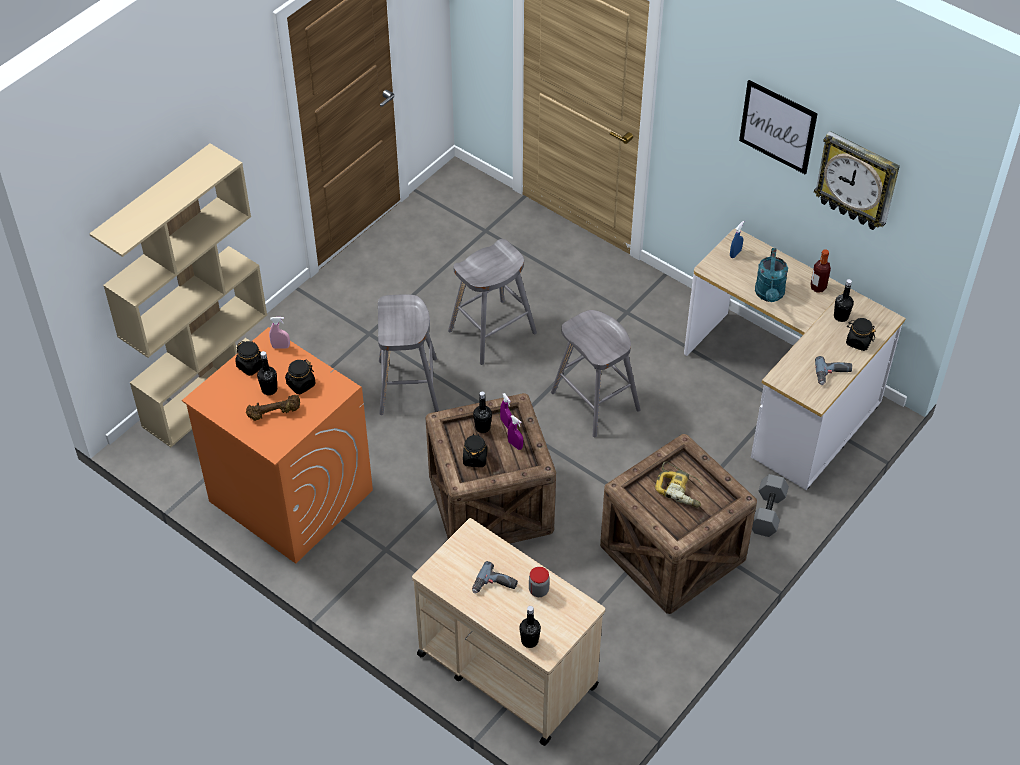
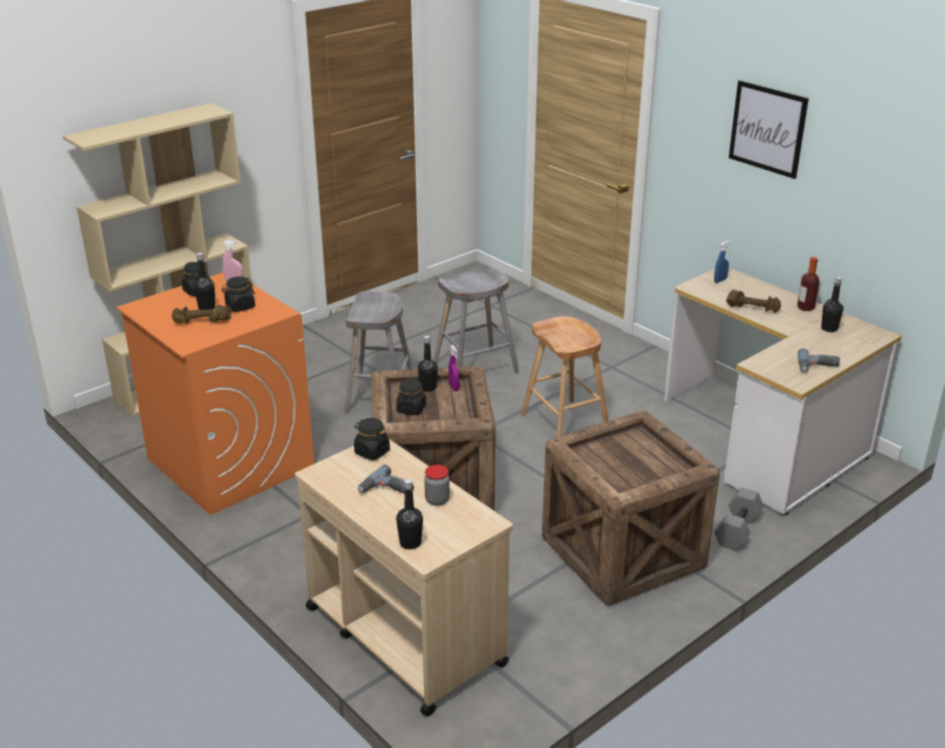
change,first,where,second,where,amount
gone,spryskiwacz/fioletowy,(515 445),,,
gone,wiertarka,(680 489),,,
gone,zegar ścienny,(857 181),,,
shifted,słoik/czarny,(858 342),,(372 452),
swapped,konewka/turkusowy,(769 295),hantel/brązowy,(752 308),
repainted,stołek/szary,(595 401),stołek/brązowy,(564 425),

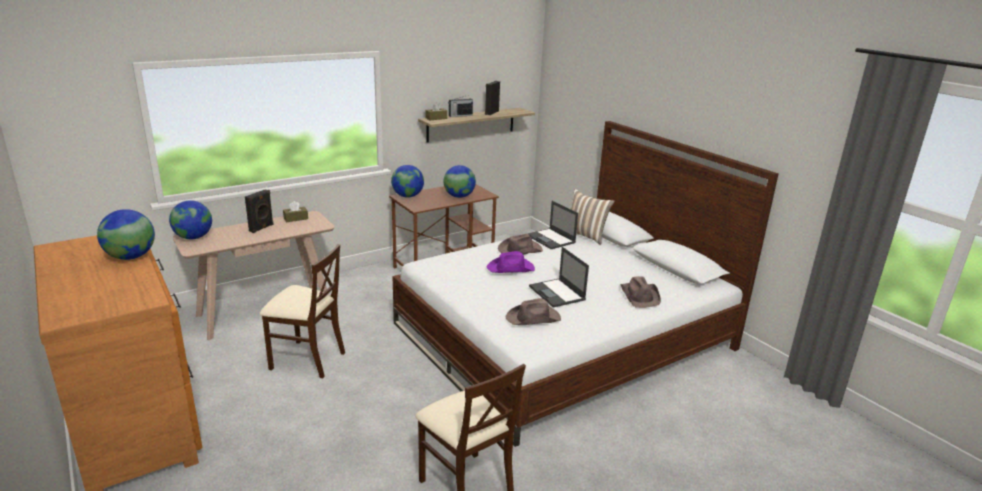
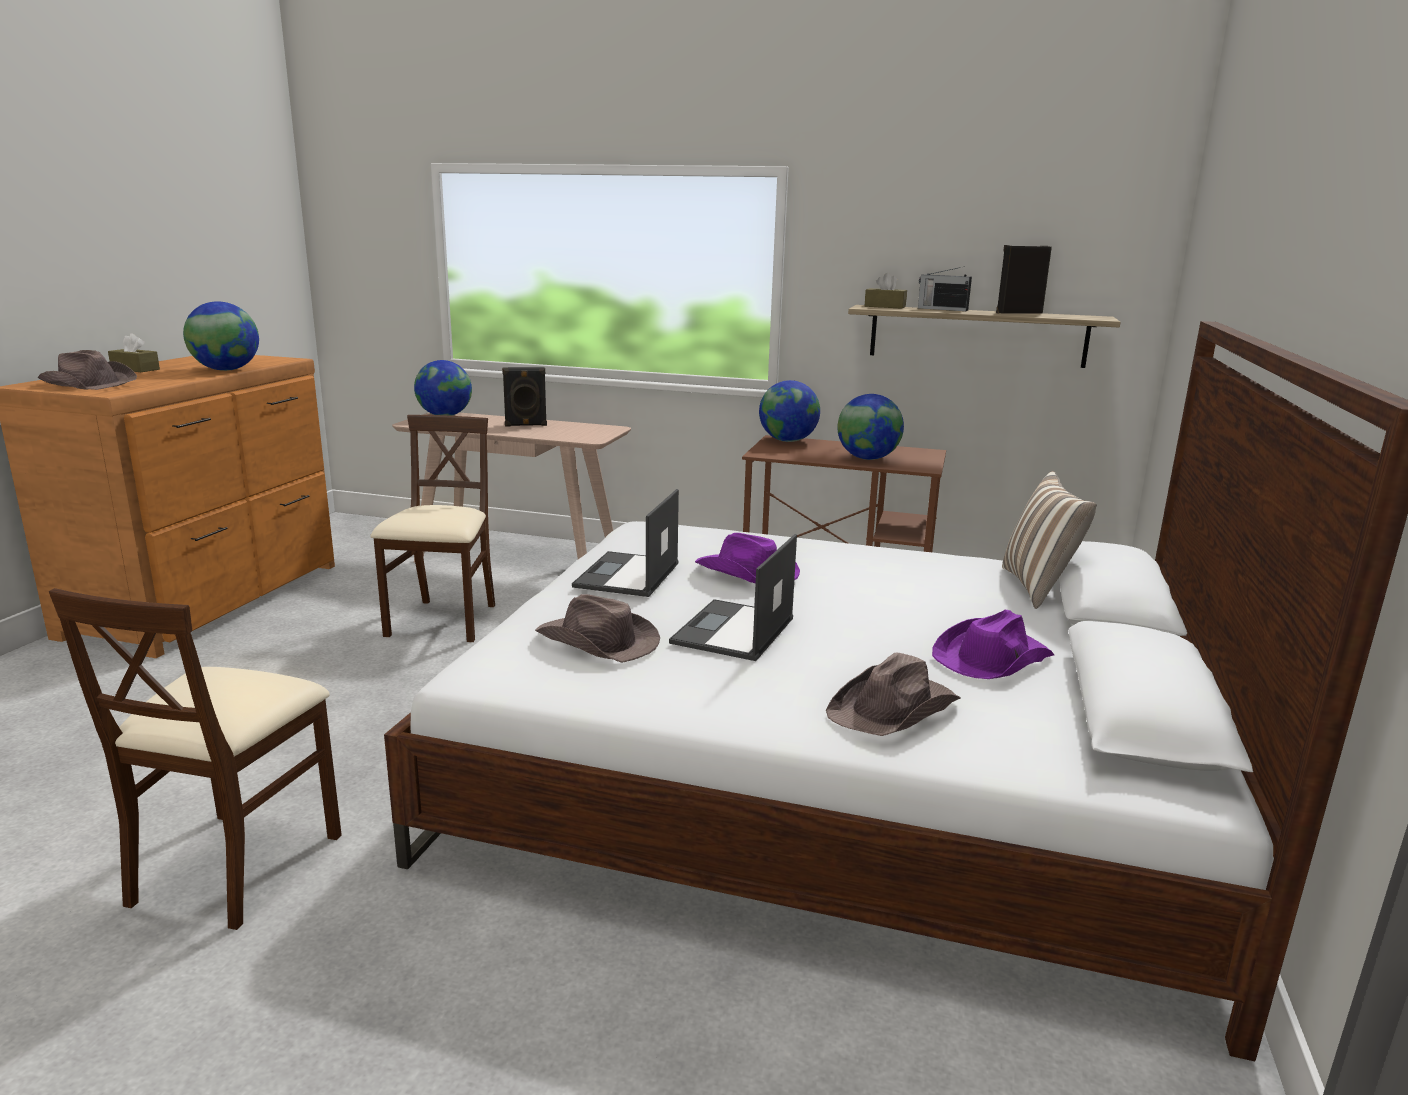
change,first,where,second,where,amount
new,,,kapelusz/fioletowy,(991 658),
shifted,pudełko chusteczek/brązowy,(296 218),,(135 369),
shifted,kapelusz/brązowy,(519 250),,(89 384),
shifted,laptop,(551 239),,(627 575),
rotated,krzesło/beżowy,(307 359),,(444 621),150 degrees counterclockwise

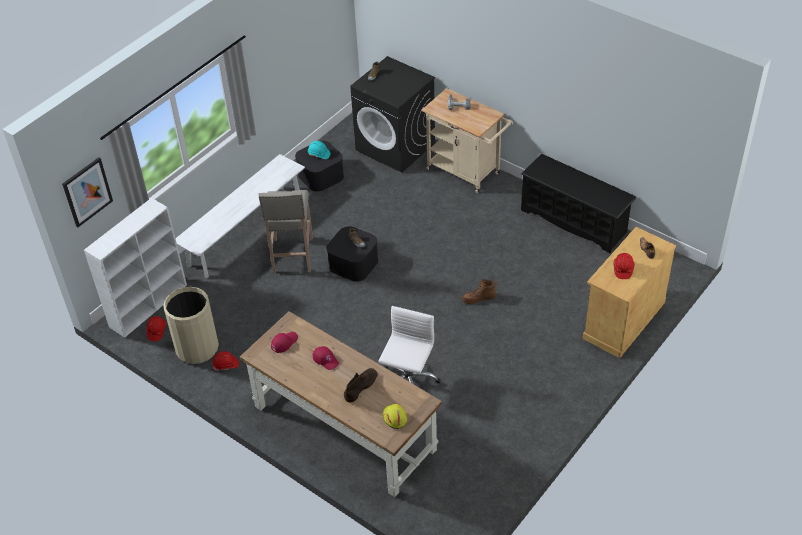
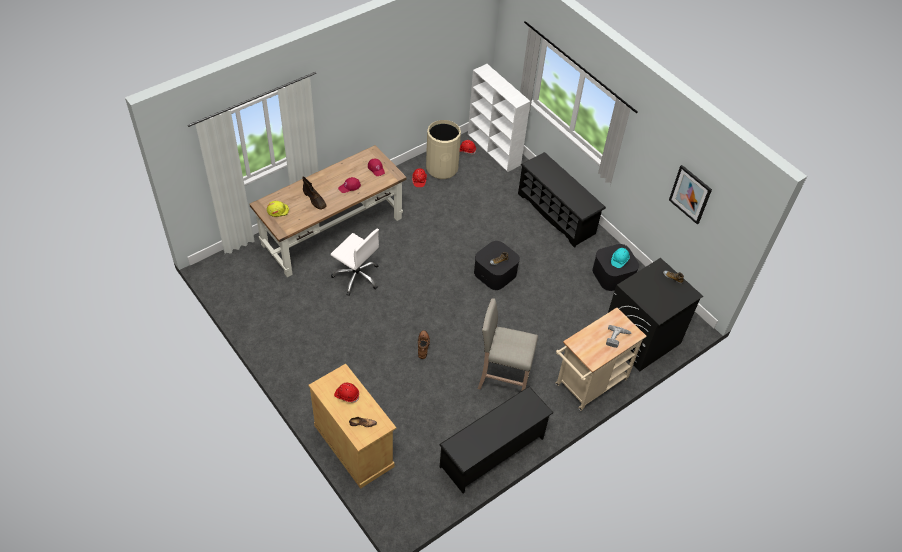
change,first,where,second,where,amount
shifted,obraz,(87 192),,(690 194),
shifted,stołek/beżowy,(292 256),,(502 379),
swapped,ławka/biały,(245 230),regał na buty/czarny,(557 214),

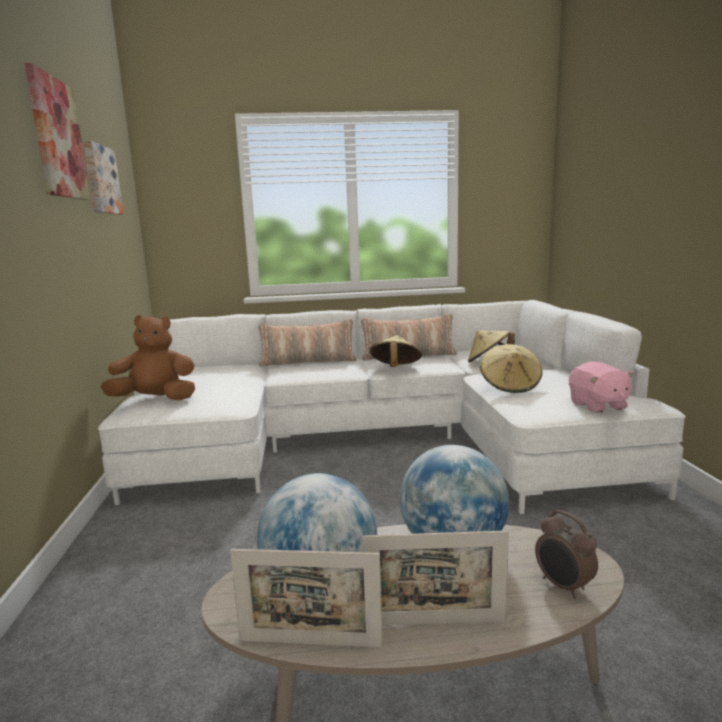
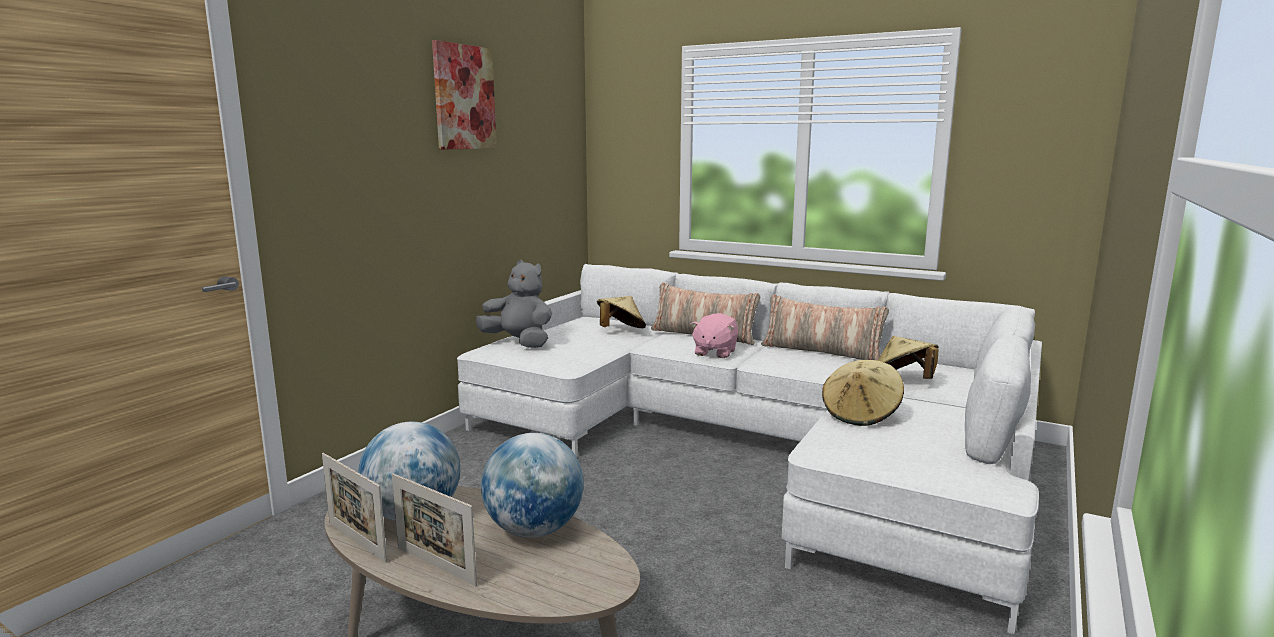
change,first,where,second,where,amount
gone,obraz,(100 180),,,
gone,budzik,(563 586),,,
shifted,kapelusz/beżowy,(395 369),,(621 331),
shifted,pluszak/różowy,(597 405),,(714 352),
repainted,pluszak/brązowy,(156 400),pluszak/szary,(519 343),

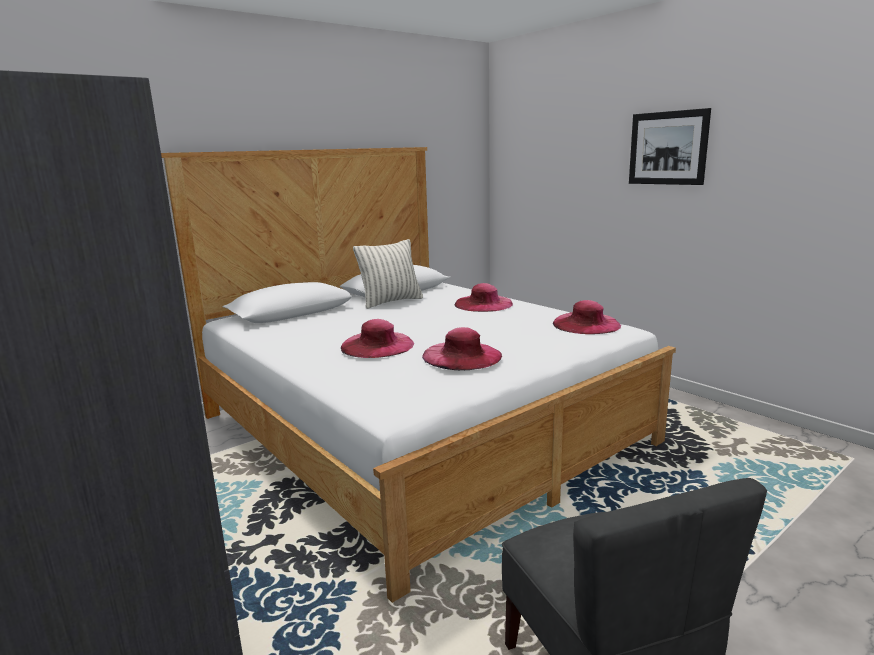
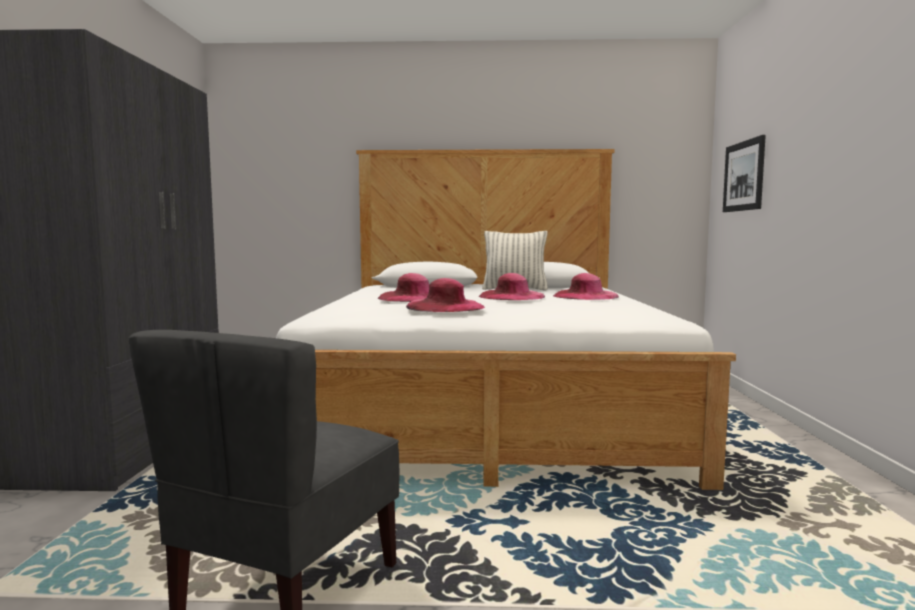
change,first,where,second,where,amount
shifted,kapelusz/różowy,(586 324),,(511 296),
shifted,obraz,(667 148),,(743 176),

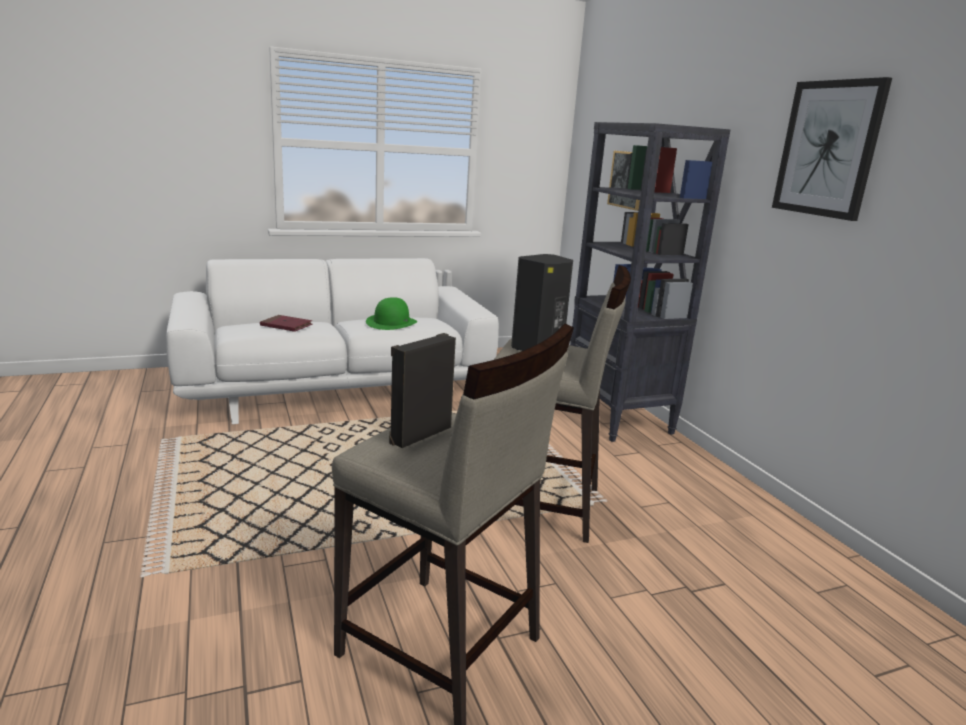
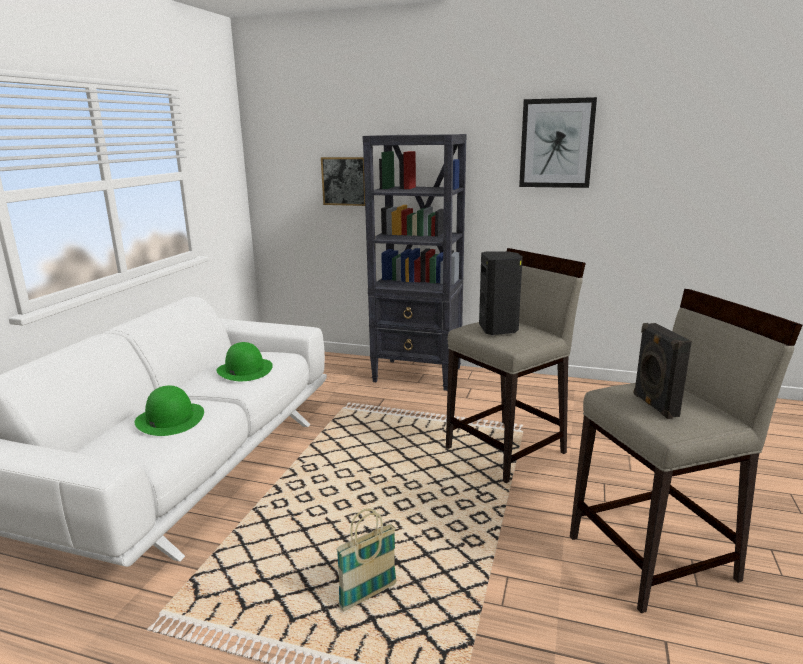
change,first,where,second,where,amount
new,,,koszyk,(368 596),
swapped,książka/czerwony,(286 326),kapelusz/zielony,(170 419),

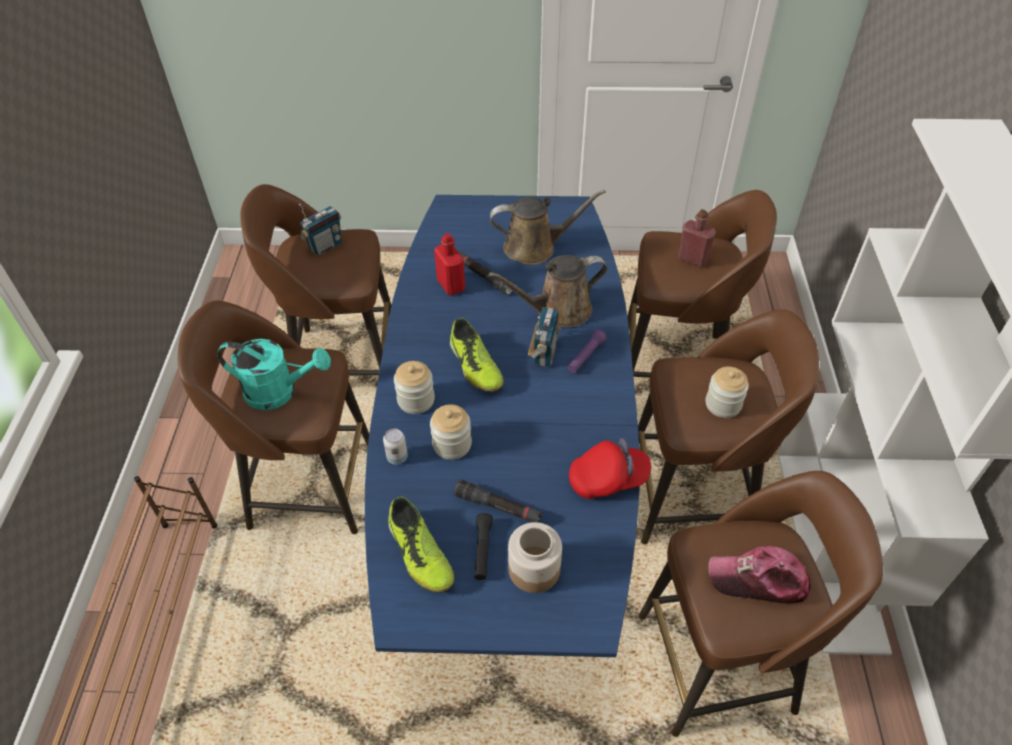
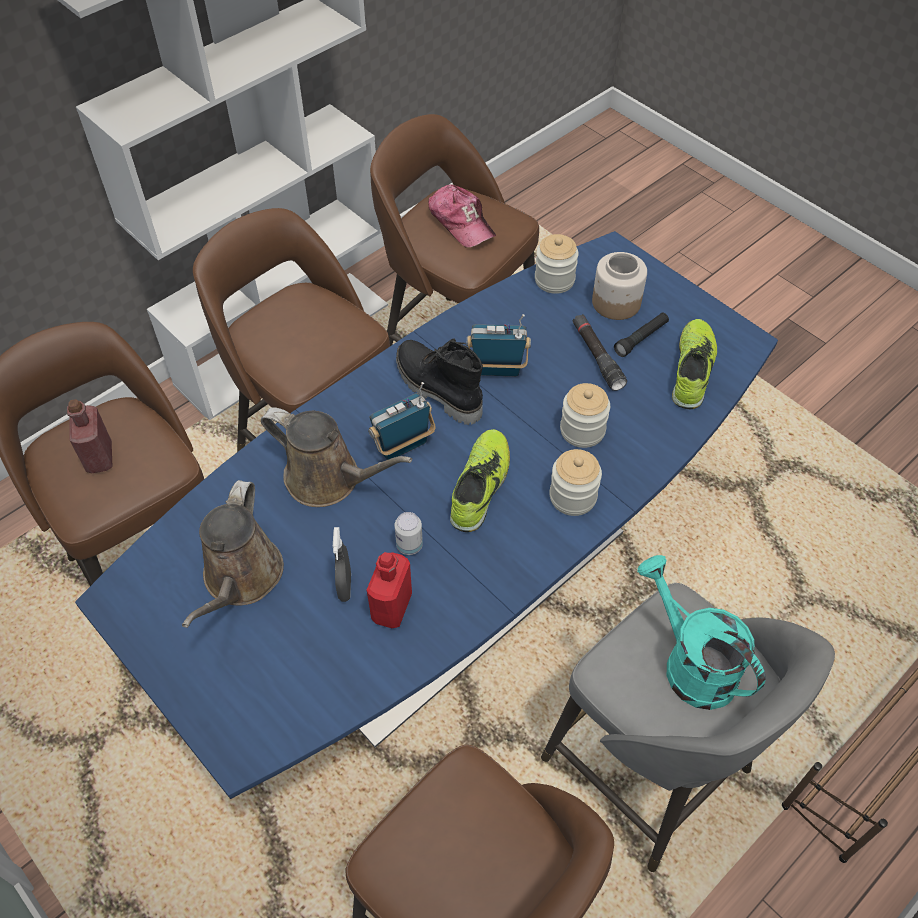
change,first,where,second,where,amount
gone,latarka/fioletowy,(586 356),,,
gone,czapka z daszkiem/czerwony,(608 479),,,
new,,,but z cholewką/czarny,(436 390),
shifted,radio,(325 246),,(497 370),
shifted,puszka,(397 457),,(409 545),
shifted,słoik,(723 404),,(554 280),
swapped,latarka/czarny,(484 277),spryskiwacz/szary,(345 587),
repainted,stołek/brązowy,(307 485),stołek/szary,(650 769),
rotated,konewka/brązowy,(535 247),,(240 579),120 degrees counterclockwise

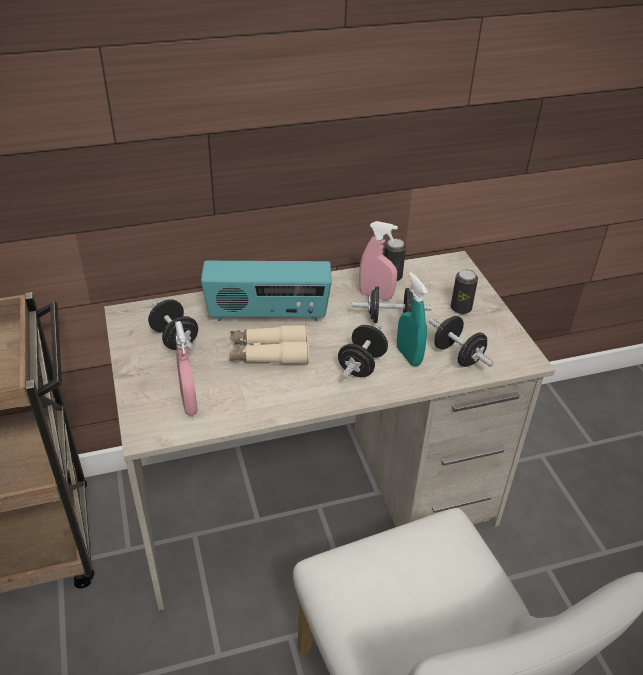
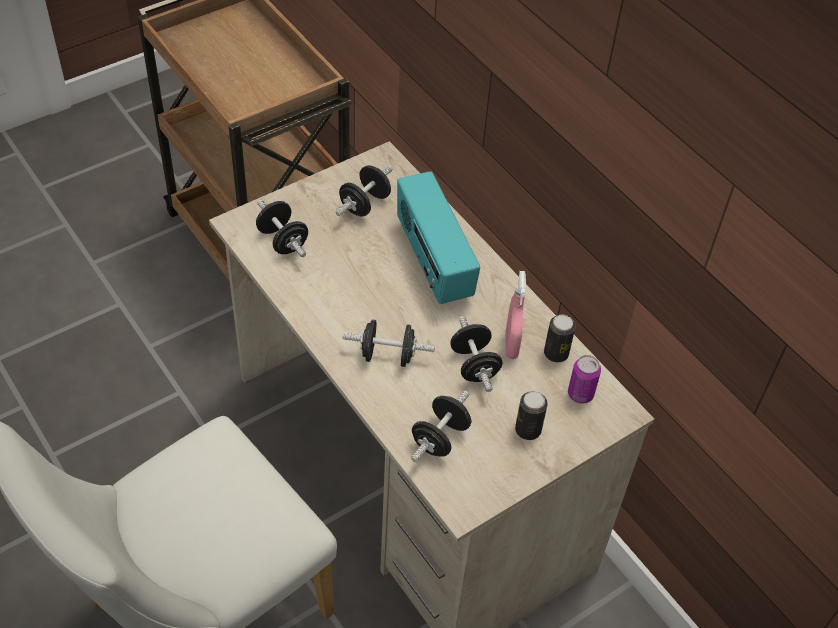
change,first,where,second,where,amount
gone,lornetka/beżowy,(269 353),,,
gone,spryskiwacz/turkusowy,(408 356),,,
new,,,puszka,(580 394),
swapped,spryskiwacz/różowy,(189 404),hantel/czarny,(283 241),

